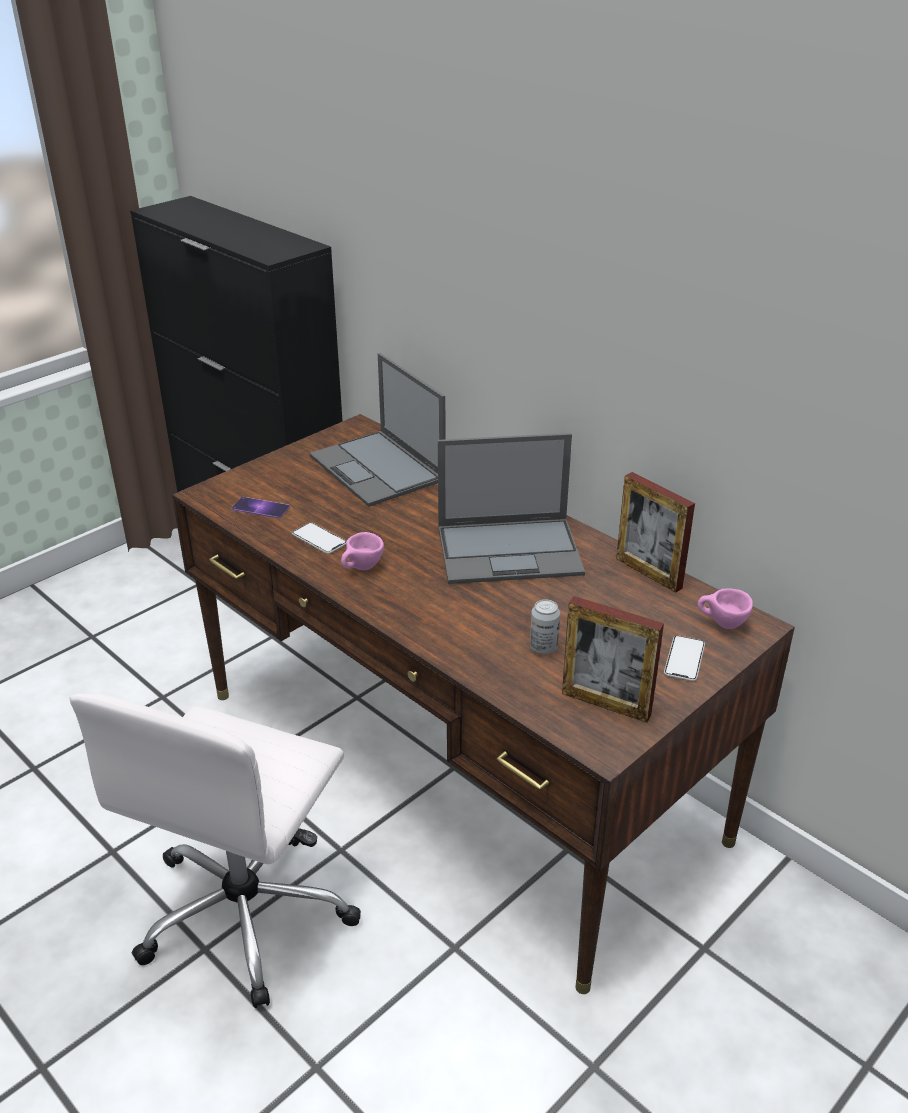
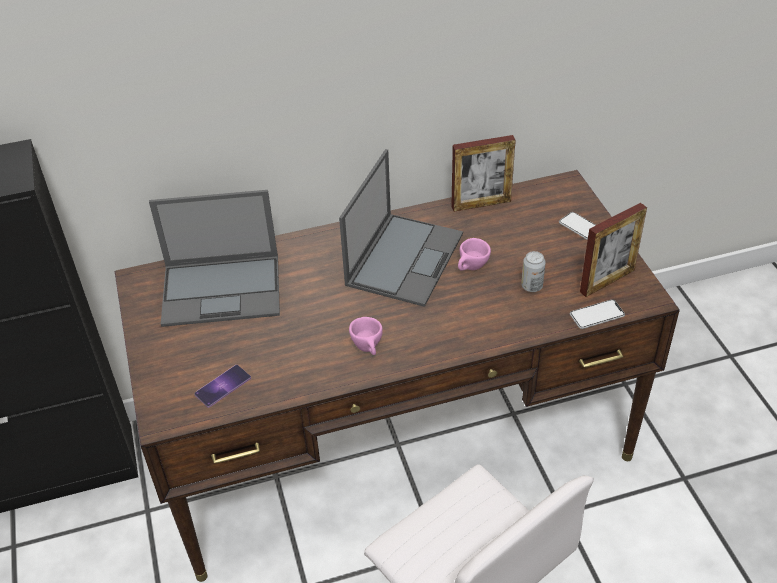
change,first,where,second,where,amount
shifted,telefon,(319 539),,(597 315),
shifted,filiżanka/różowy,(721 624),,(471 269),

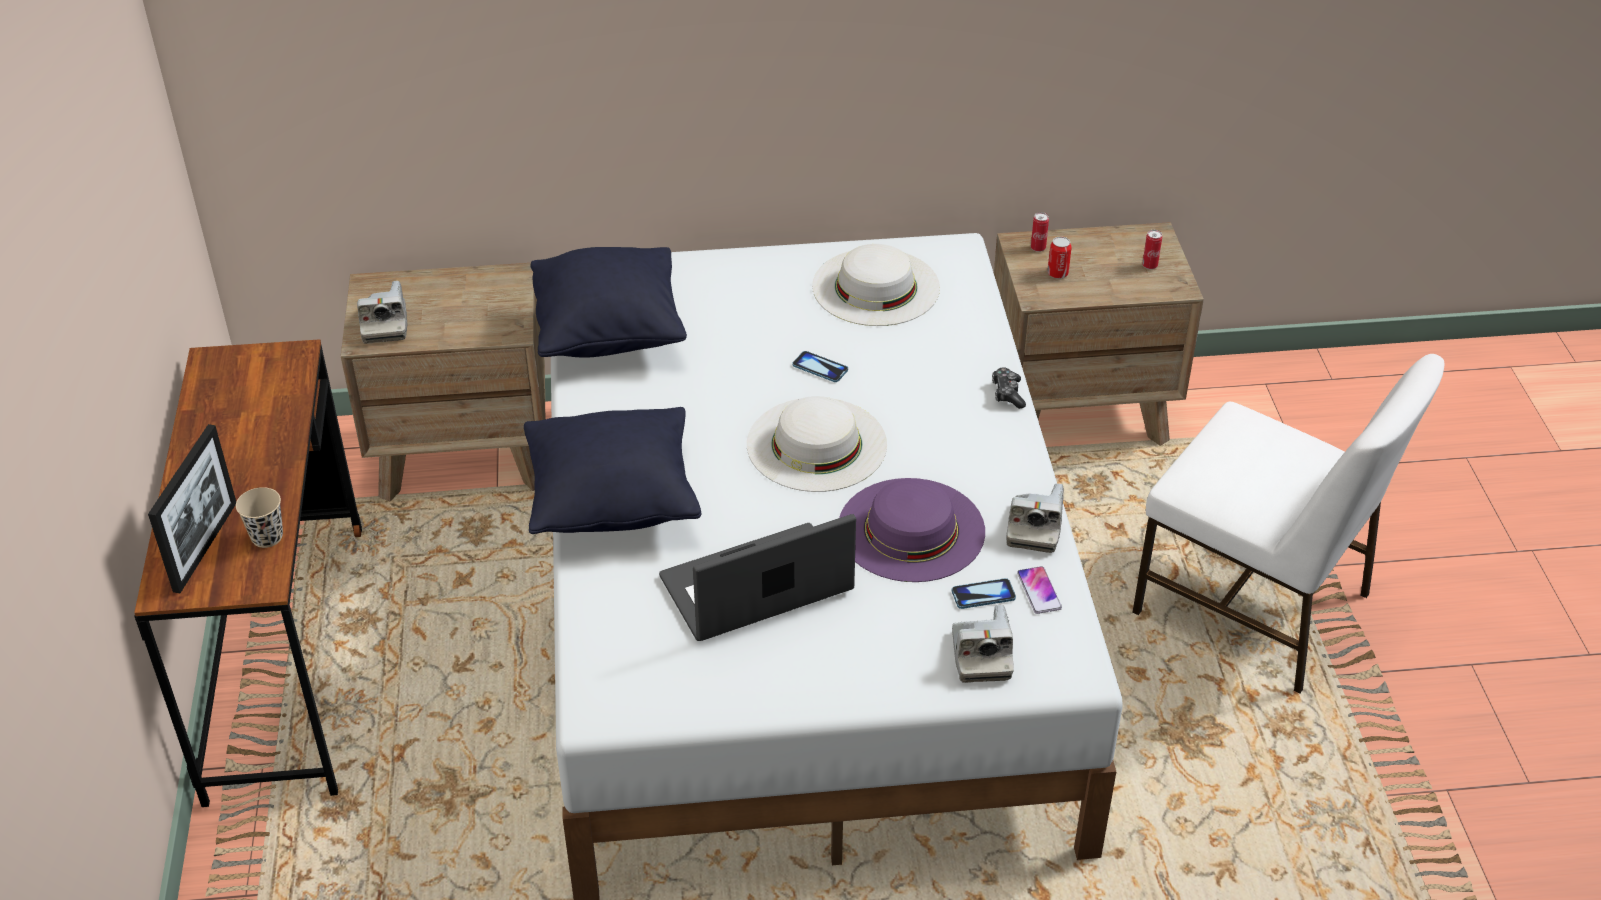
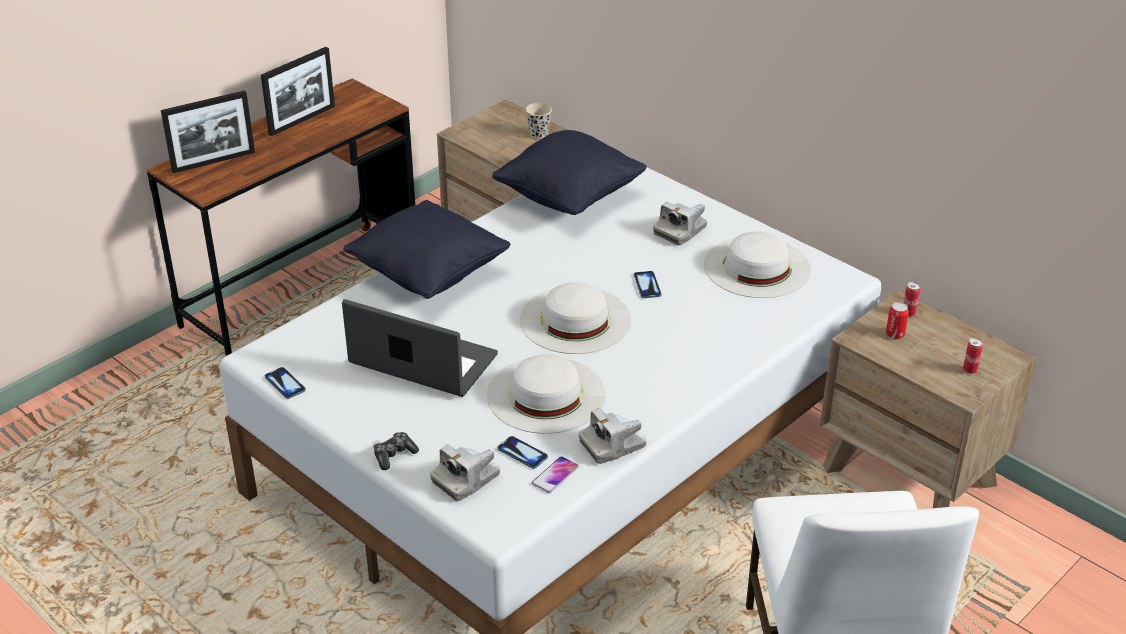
change,first,where,second,where,amount
new,,,ramka na zdjęcie,(302 120),
new,,,telefon,(285 384),
shifted,filiżanka/beżowy,(267 537),,(539 134),
shifted,aparat fotograficzny,(385 325),,(680 231),
shifted,pad do gier,(1007 393),,(394 455),
repainted,kapelusz/fioletowy,(911 529),kapelusz/biały,(546 394),

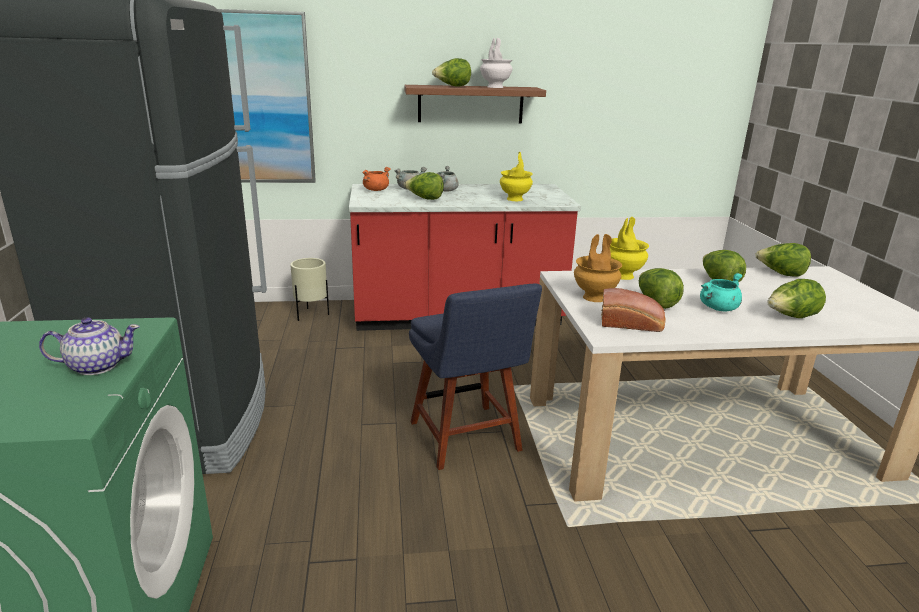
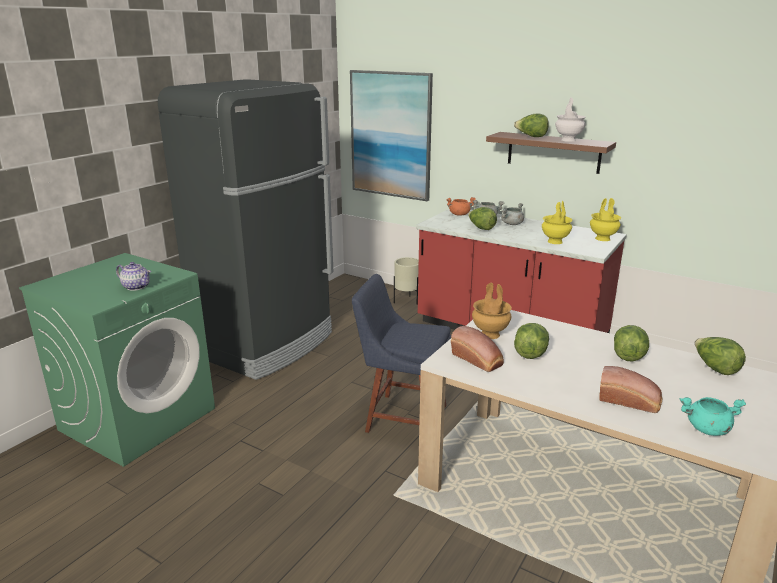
change,first,where,second,where,amount
shifted,wazon/żółty,(623 275),,(603 238),
shifted,garnek/turkusowy,(718 308),,(707 429),
swapped,sałata,(791 317),chleb,(630 401),
rotated,krzesło/niebieski,(467 439),,(402 417),90 degrees clockwise

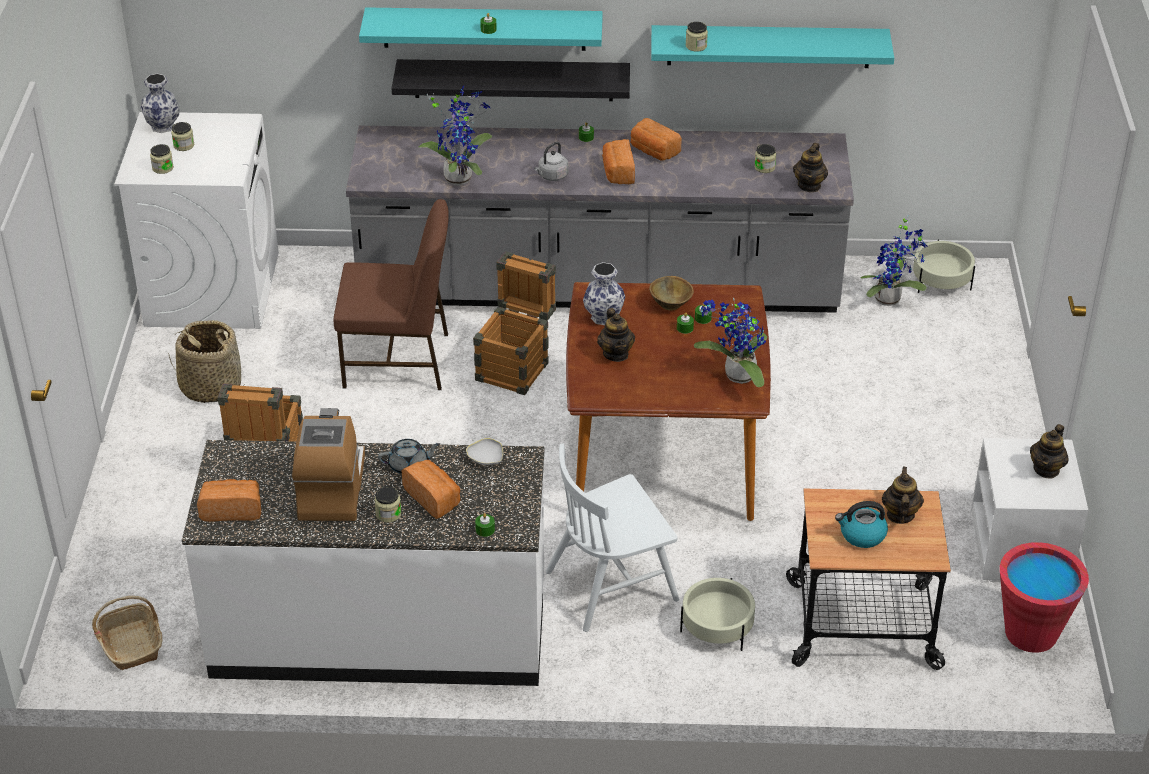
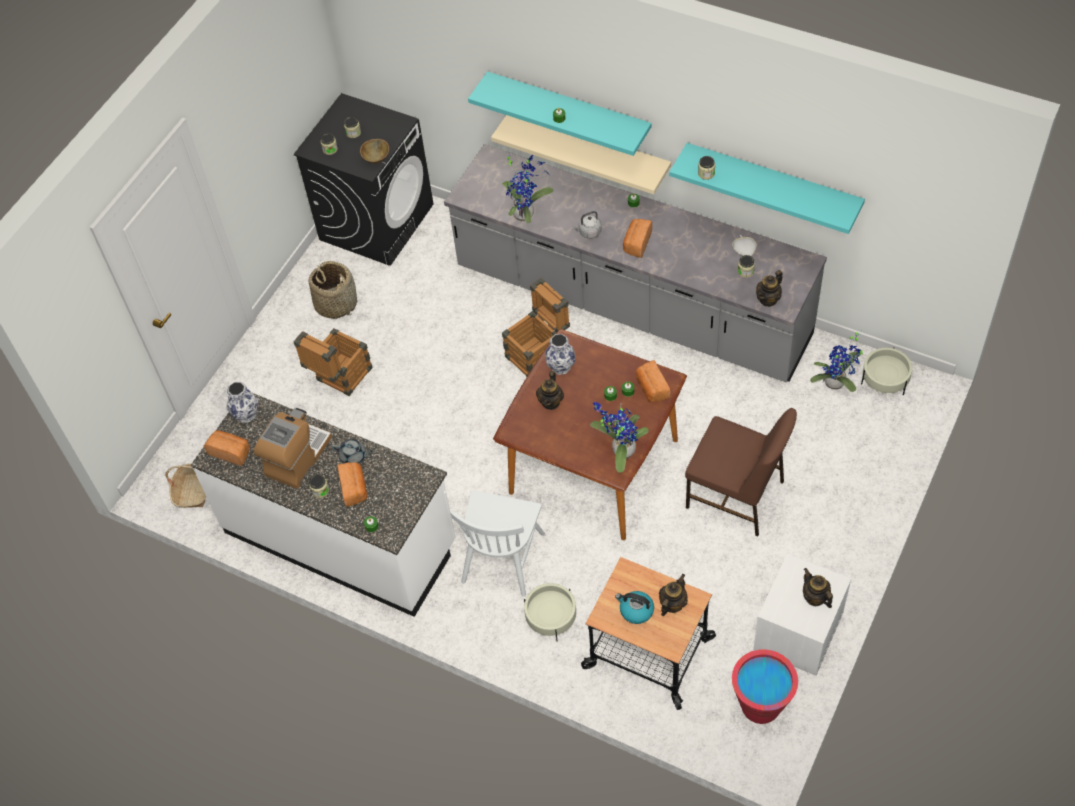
change,first,where,second,where,amount
shifted,wazon,(162 126),,(245 414),
shifted,krzesło/brązowy,(398 361),,(736 496),
shifted,miska/biały,(485 458),,(744 250),
shifted,chleb,(653 151),,(651 388),
shifted,miska/brązowy,(671 305),,(376 159),
repainted,pralka/biały,(212 289),pralka/czarny,(376 221),
repainted,półka/czarny,(513 79),półka/beżowy,(589 147),
rotated,krzesło/biały,(612 585),,(502 557),75 degrees counterclockwise
rotated,imbryk,(1046 469),,(815 597),90 degrees clockwise

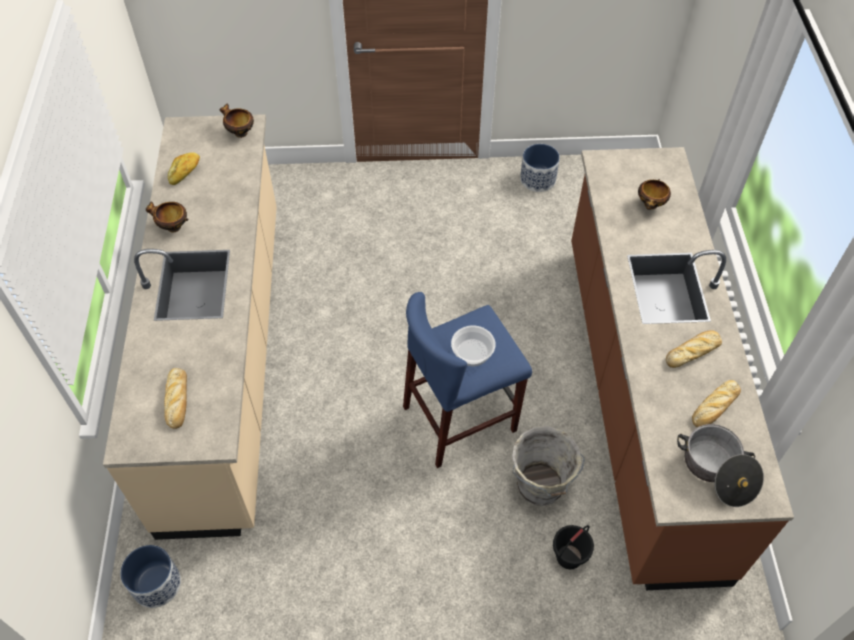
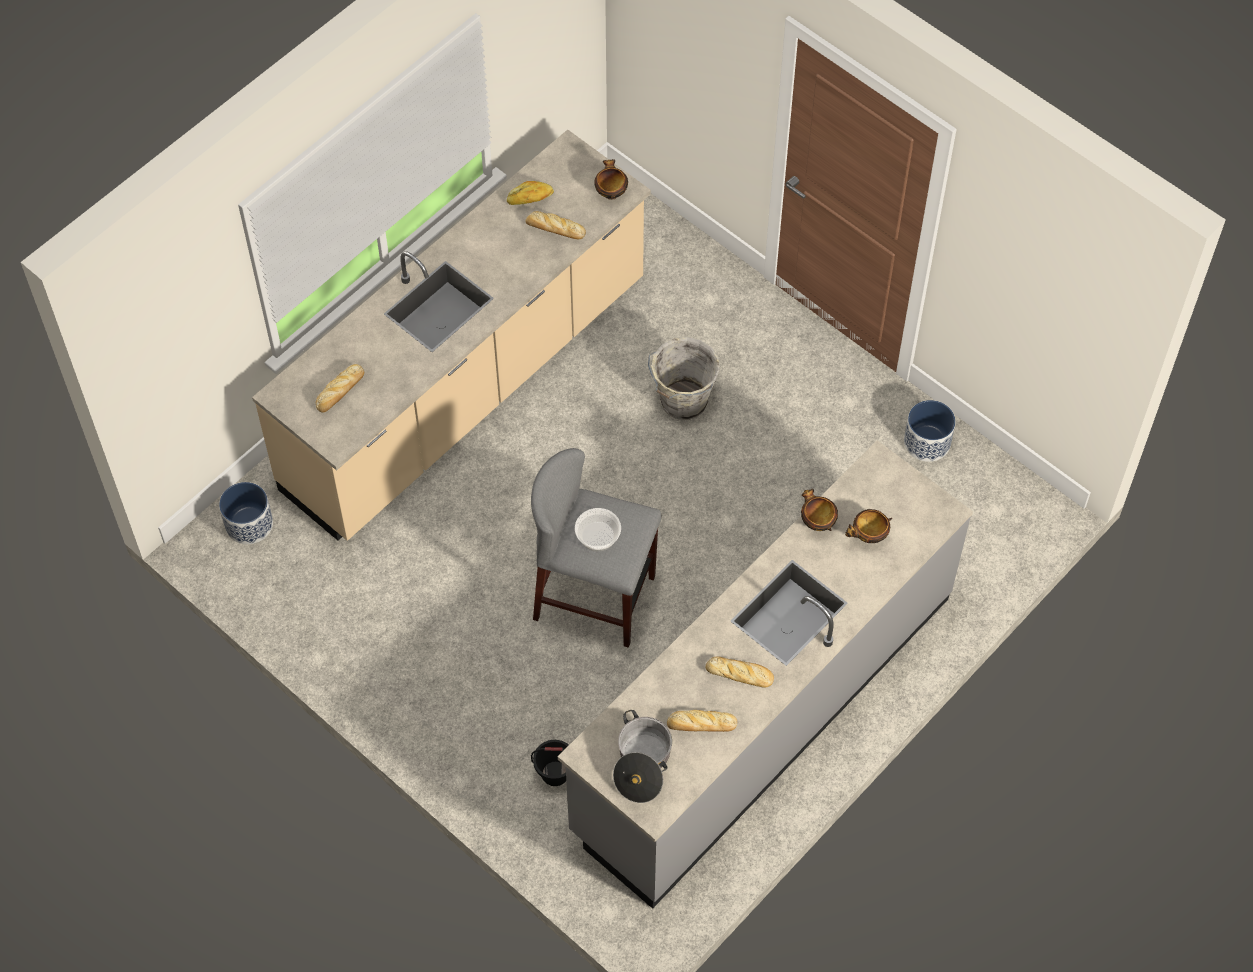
change,first,where,second,where,amount
new,,,chleb,(554 229),
shifted,miska,(172 227),,(816 522),
shifted,wiadro/szary,(540 487),,(682 402),
repainted,stołek/niebieski,(460 419),stołek/szary,(595 598),
repainted,zabudowa kuchenna/brązowy,(638 399),zabudowa kuchenna/szary,(761 713),

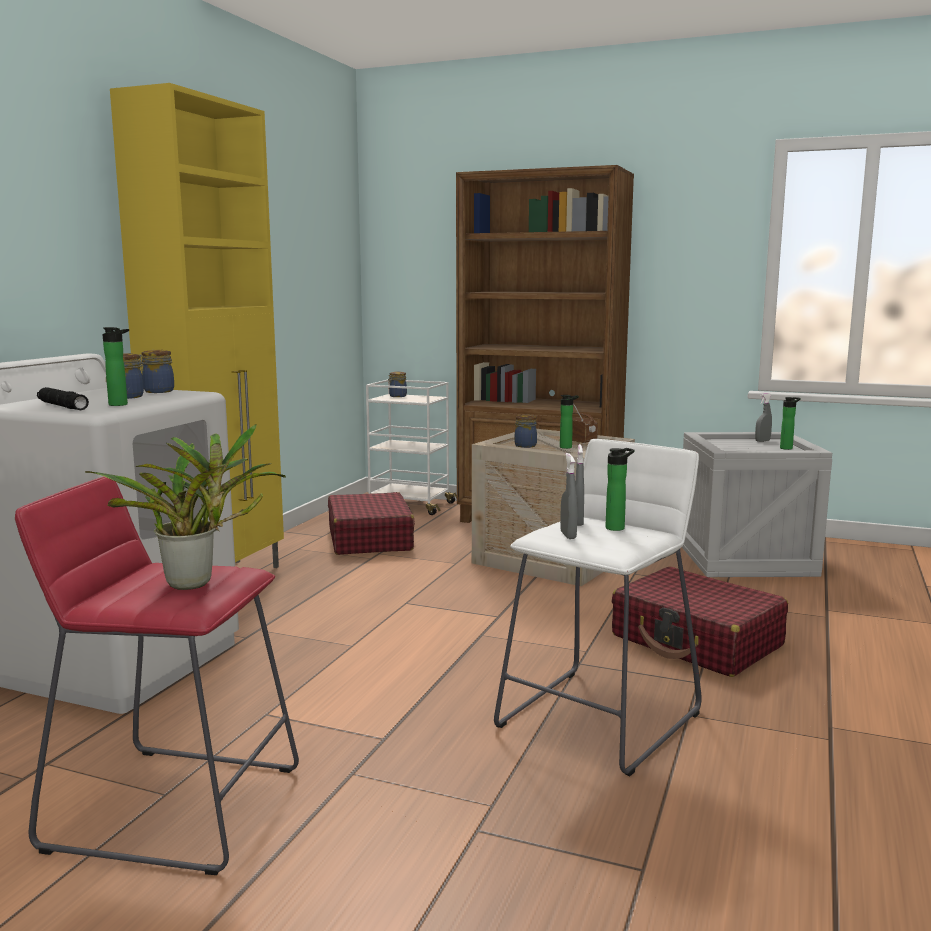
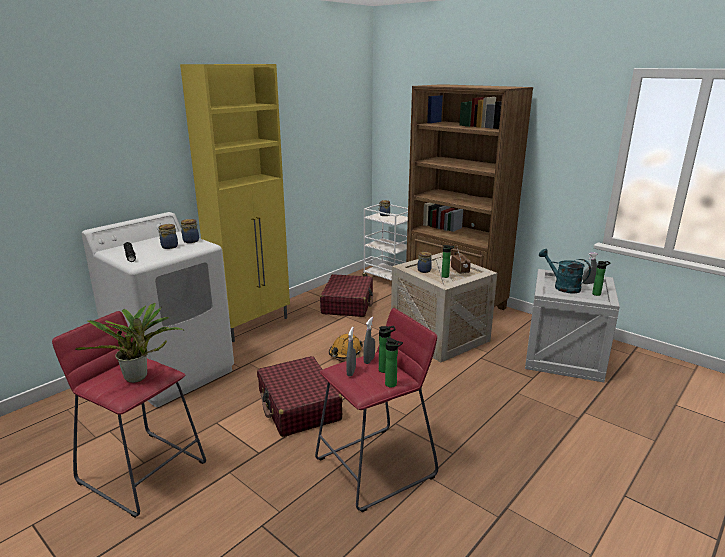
change,first,where,second,where,amount
new,,,kask/pomarańczowy,(345 352),
new,,,konewka/turkusowy,(562 287),
shifted,butelka,(121 405),,(392 385),
shifted,walizka/czerwony,(697 641),,(299 406),
repainted,stołek/biały,(599 719),stołek/czerwony,(375 467),

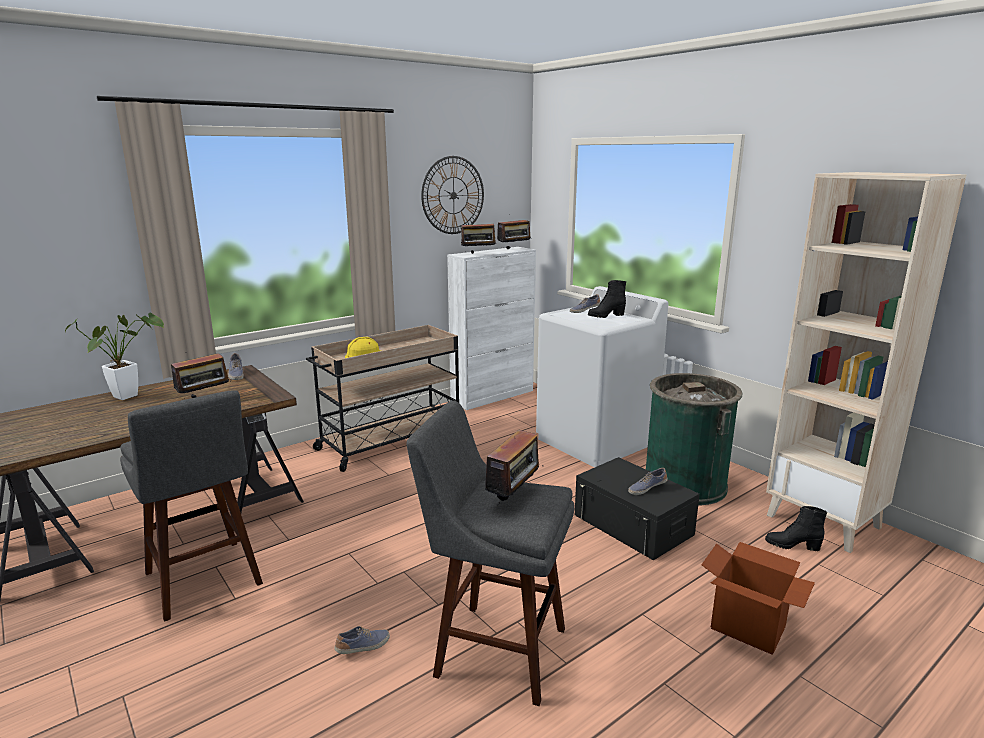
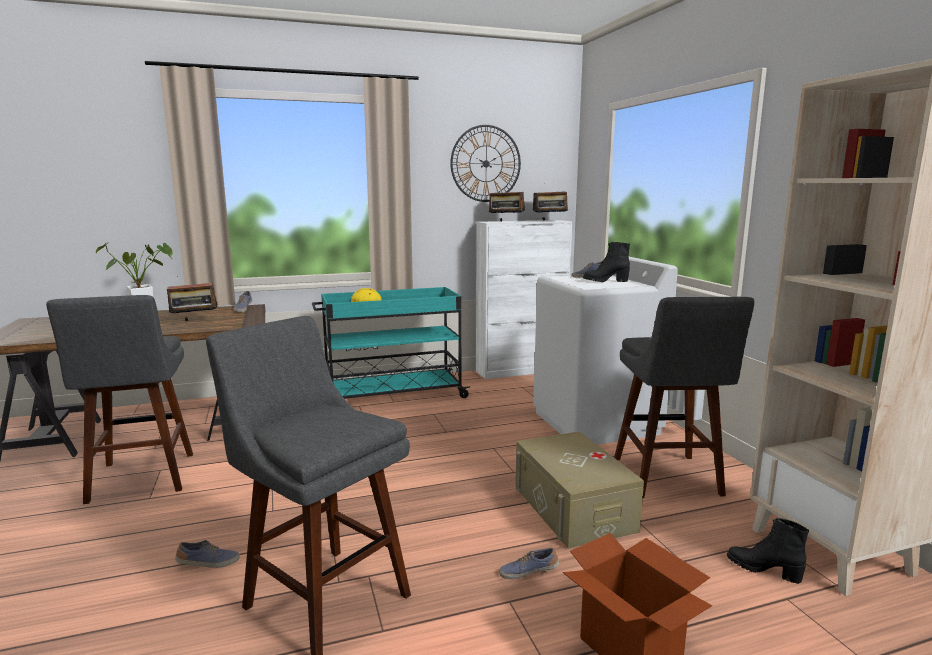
change,first,where,second,where,amount
gone,radio,(514 496),,,
shifted,but,(647 488),,(528 572),
swapped,kosz na śmieci/zielony,(684 484),stołek/szary,(668 479),
repainted,wózek/beżowy,(390 442),wózek/turkusowy,(391 396),
repainted,pojemnik do przechowywania/czarny,(633 524),pojemnik do przechowywania/beżowy,(573 508),

